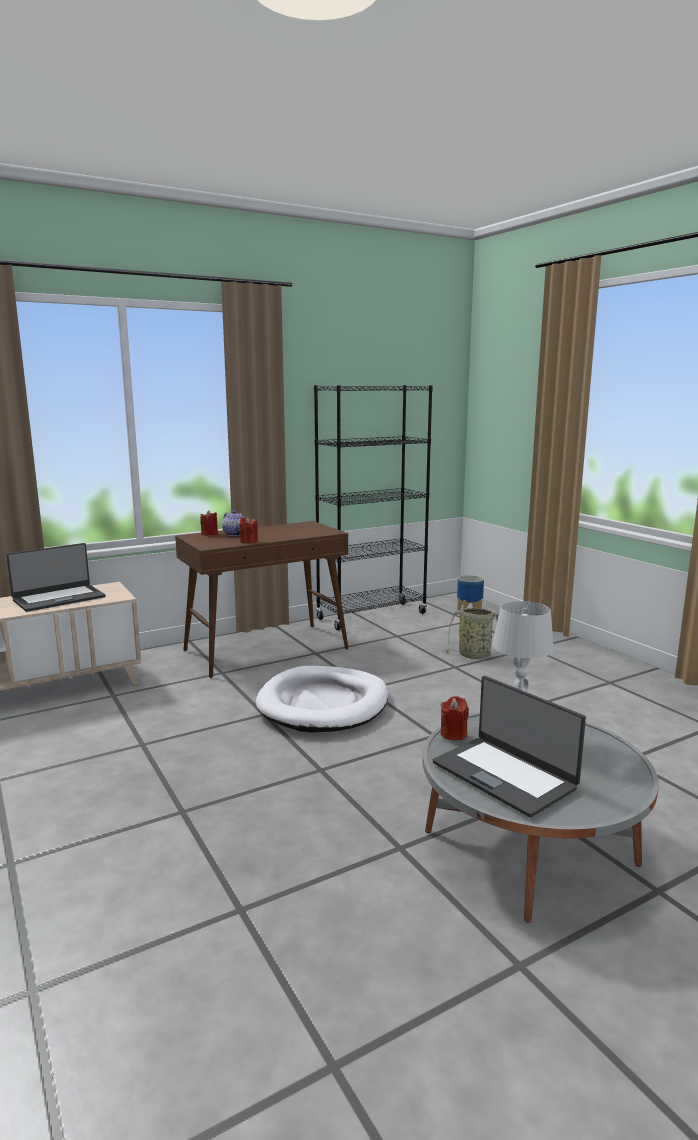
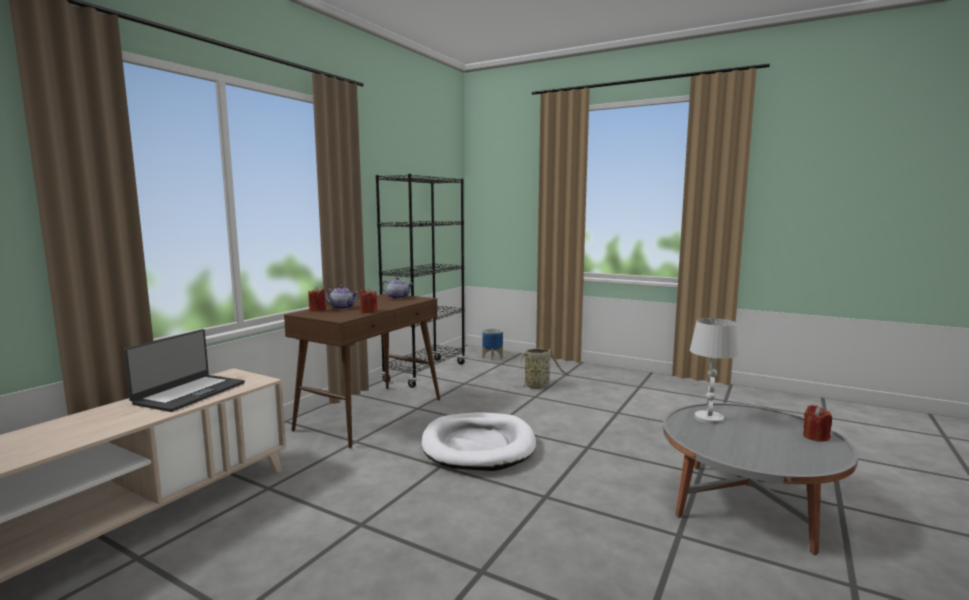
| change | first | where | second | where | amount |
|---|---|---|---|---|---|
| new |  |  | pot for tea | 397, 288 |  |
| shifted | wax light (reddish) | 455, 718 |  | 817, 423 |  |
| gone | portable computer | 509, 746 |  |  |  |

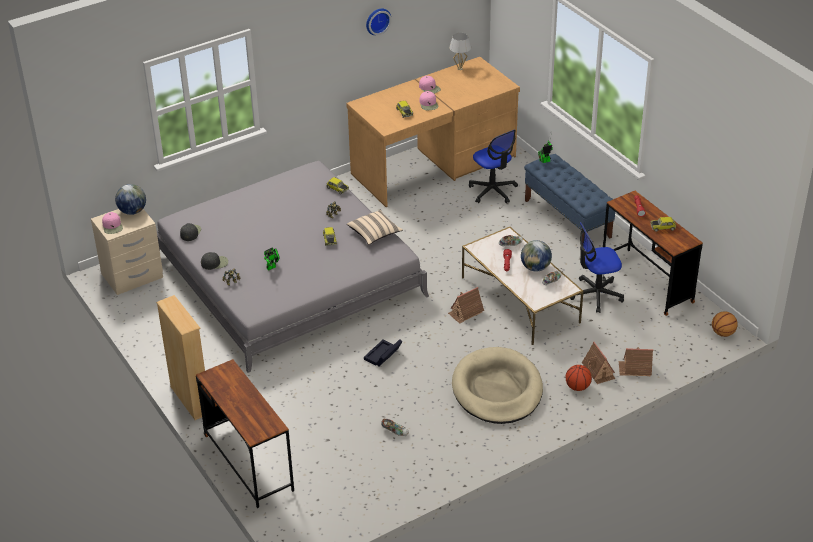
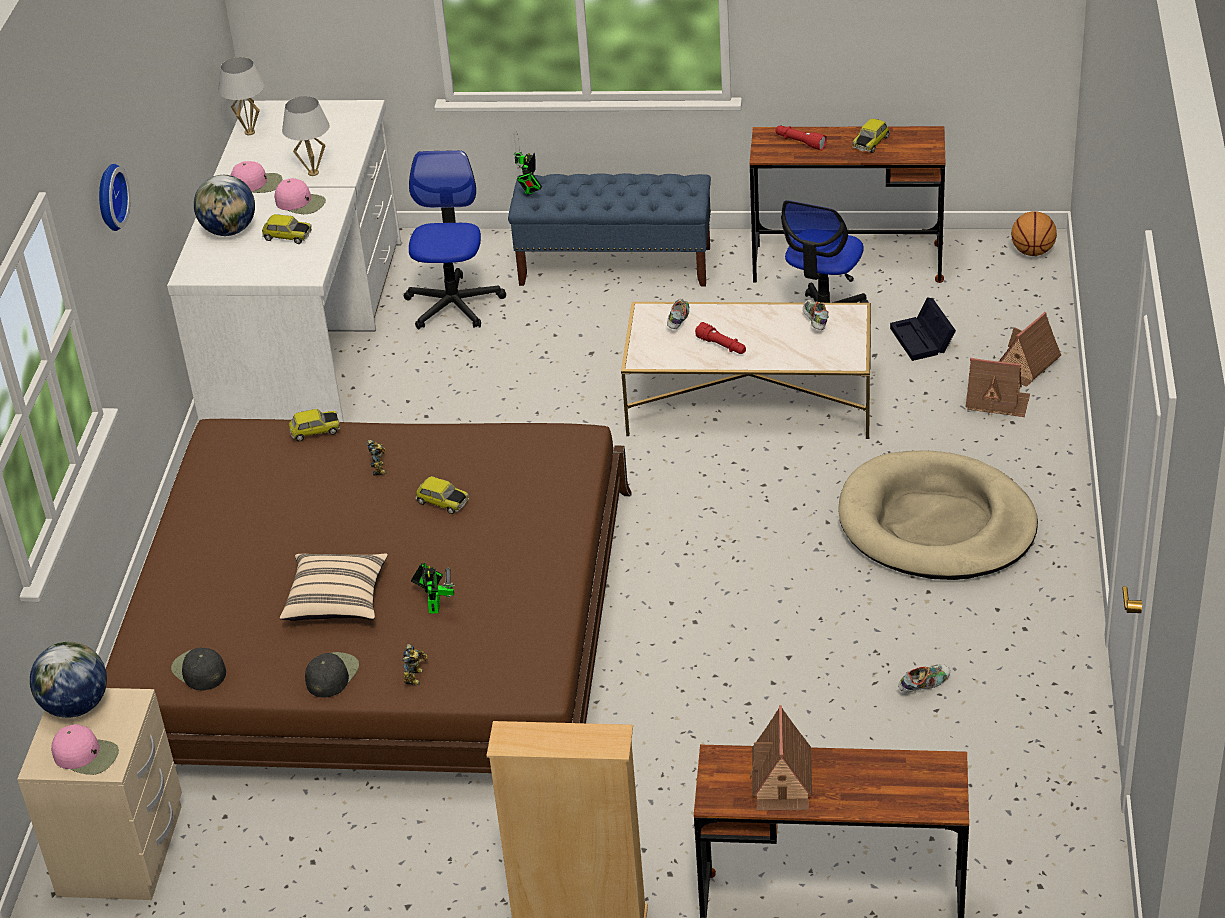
| change | first | where | second | where | amount |
|---|---|---|---|---|---|
| shifted | hanging clock | 378, 22 |  | 114, 197 |  |
| repainted | bedroom bed (gray) | 292, 267 | bedroom bed (brownish) | 369, 596 |  |
| repainted | desk table (brownish) | 433, 132 | desk table (whitish) | 284, 261 |  |
| shifted | desk globe | 536, 256 |  | 224, 205 |  |
| shifted | pillow (beige) | 375, 227 |  | 334, 587 |  |
| new |  |  | tabletop lamp (whitish) | 305, 136 |  |
| rotated | office chair | 493, 166 |  | 455, 240 | 90 degrees counterclockwise |
| shifted | model house | 466, 305 |  | 781, 758 |  |
| shifted | storage box (blackish) | 383, 353 |  | 923, 329 |  |
| gone | ball for basketball | 579, 378 |  |  |  |

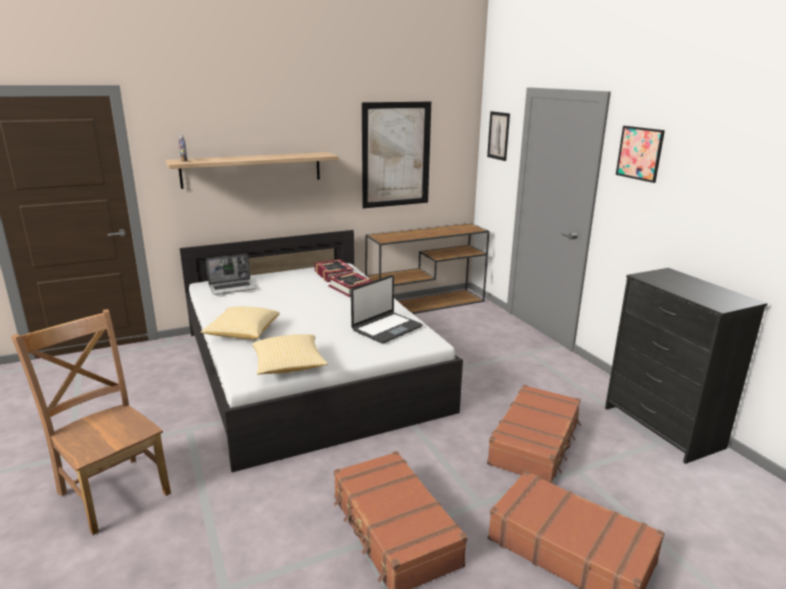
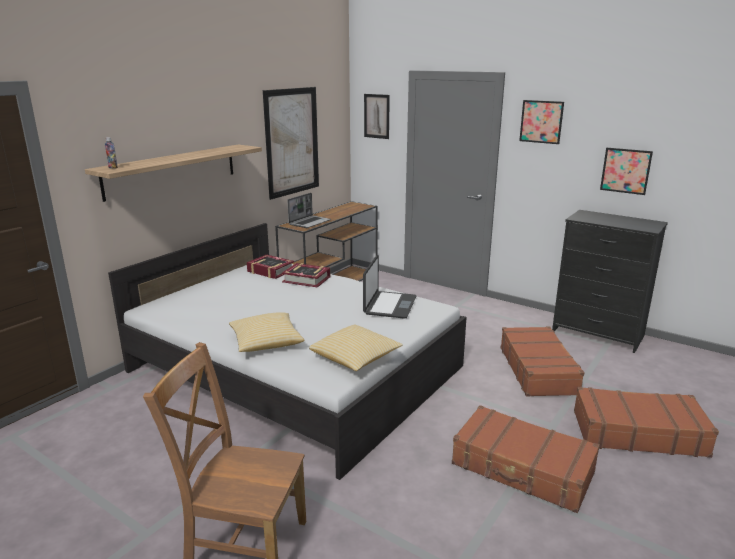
| change | first | where | second | where | amount |
|---|---|---|---|---|---|
| shifted | portable computer | 231, 274 |  | 309, 210 |  |
| new |  |  | wall art | 626, 171 |  |

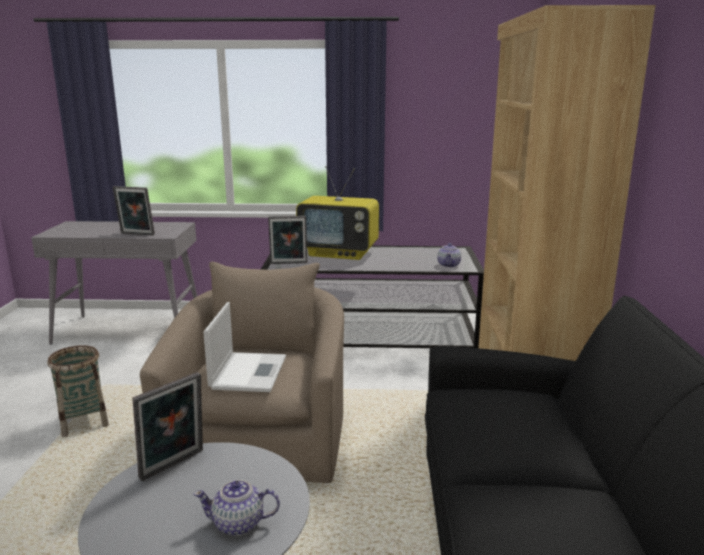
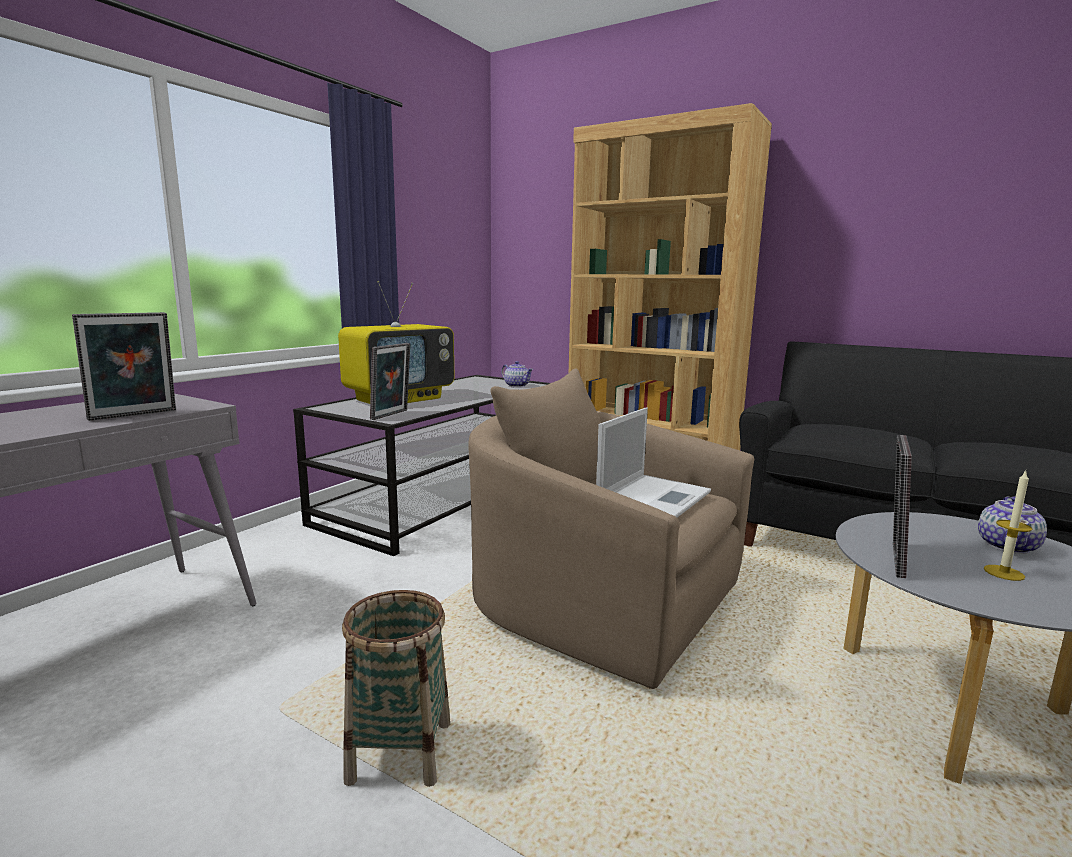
| change | first | where | second | where | amount |
|---|---|---|---|---|---|
| rotated | portable computer | 244, 347 |  | 653, 462 | 90 degrees clockwise |
| rotated | standing frame | 167, 426 |  | 902, 506 | 135 degrees counterclockwise |
| new |  |  | wax light | 1008, 526 |  |

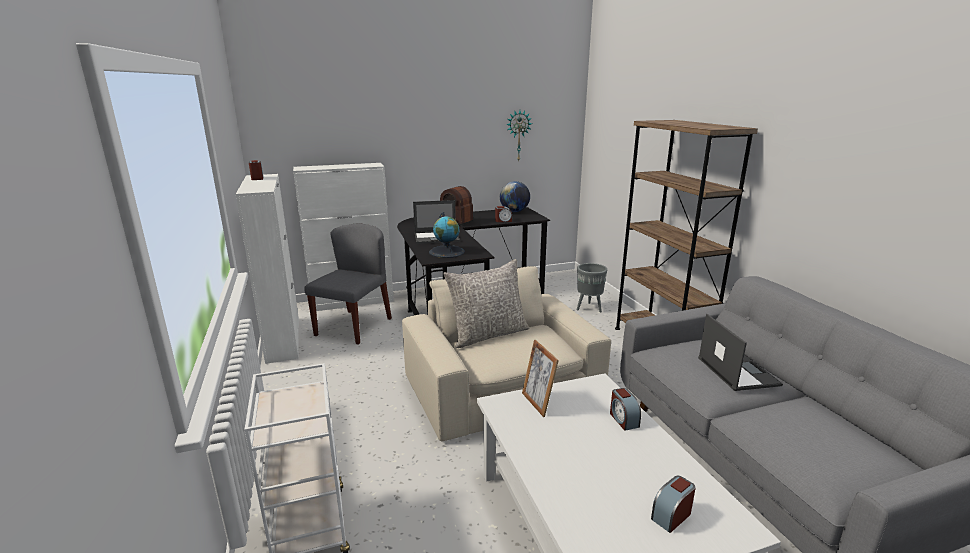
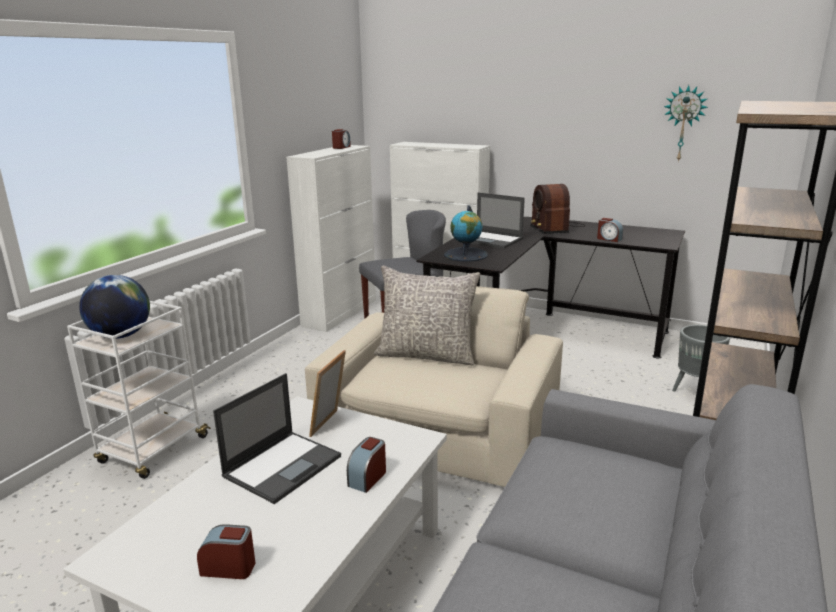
| change | first | where | second | where | amount |
|---|---|---|---|---|---|
| shifted | desk globe | 515, 196 |  | 114, 307 |  |
| shifted | portable computer | 740, 352 |  | 277, 438 |  |

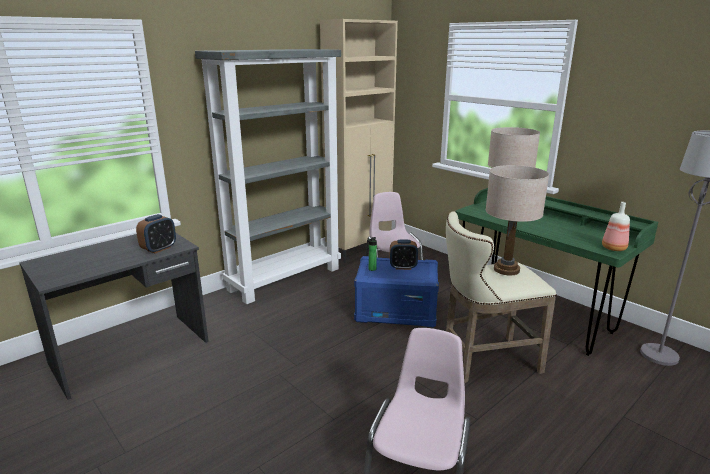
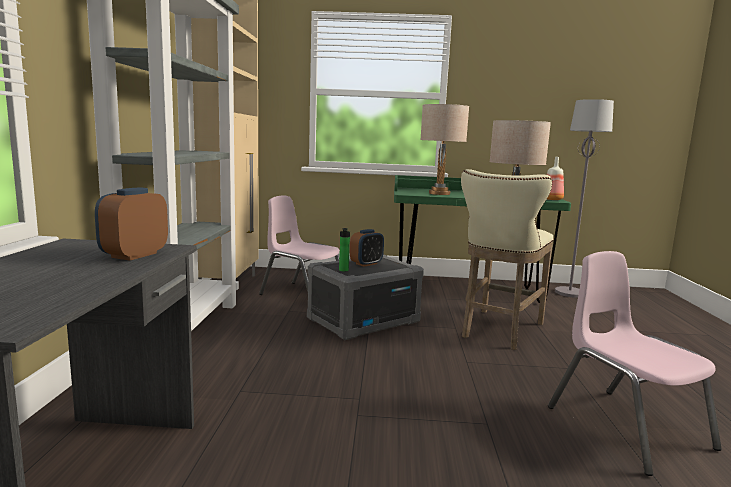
| change | first | where | second | where | amount |
|---|---|---|---|---|---|
| rotated | alarm clock | 156, 234 |  | 131, 224 | 150 degrees counterclockwise |
| repainted | storage box (bluish) | 396, 292 | storage box (gray) | 365, 297 |  |

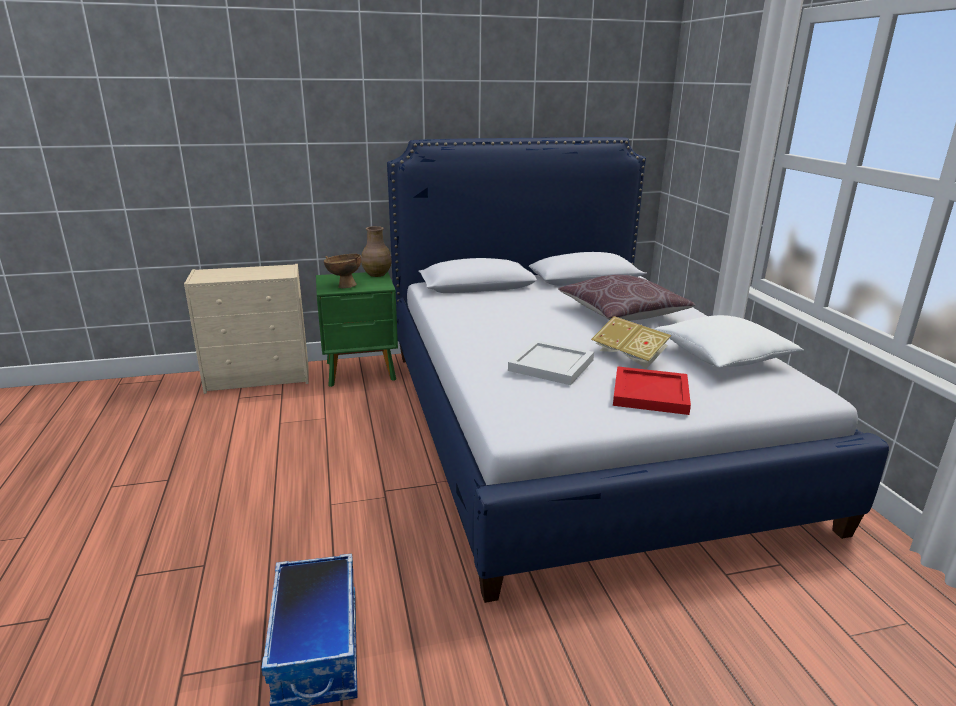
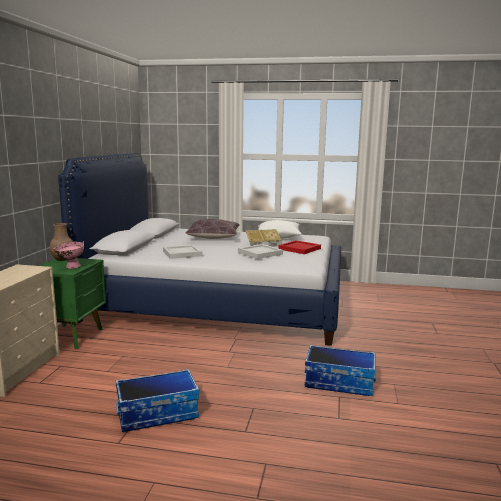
| change | first | where | second | where | amount |
|---|---|---|---|---|---|
| repainted | deep dish (brownish) | 342, 271 | deep dish (pinkish) | 69, 255 |  |
| new |  |  | storage box | 157, 400 |  |
| new |  |  | tray (whitish) | 182, 252 |  |

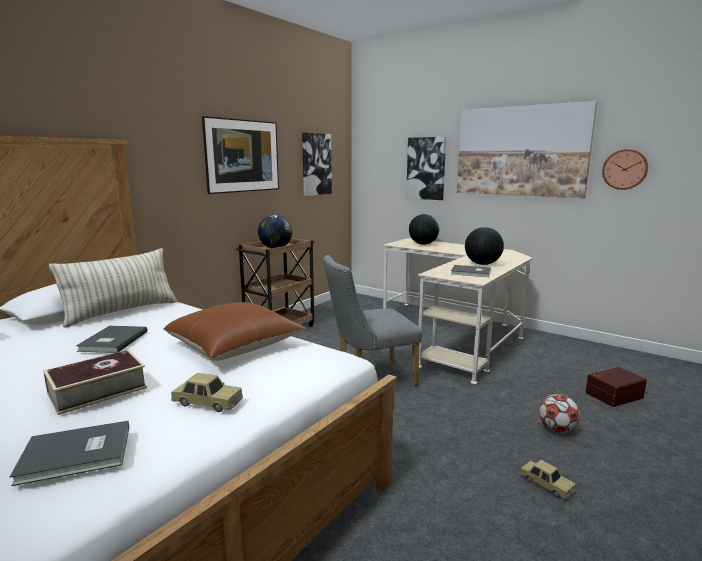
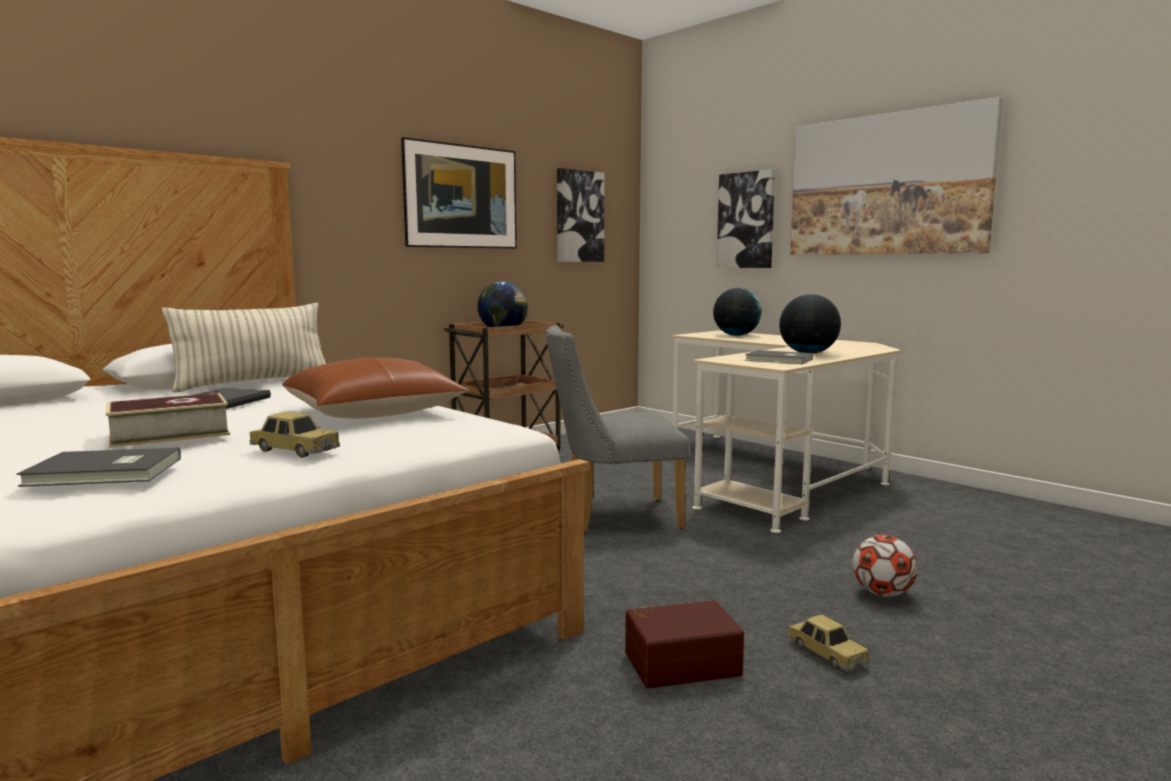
| change | first | where | second | where | amount |
|---|---|---|---|---|---|
| shifted | storage box (brownish) | 616, 387 |  | 684, 644 |  |
| gone | hanging clock | 625, 169 |  |  |  |

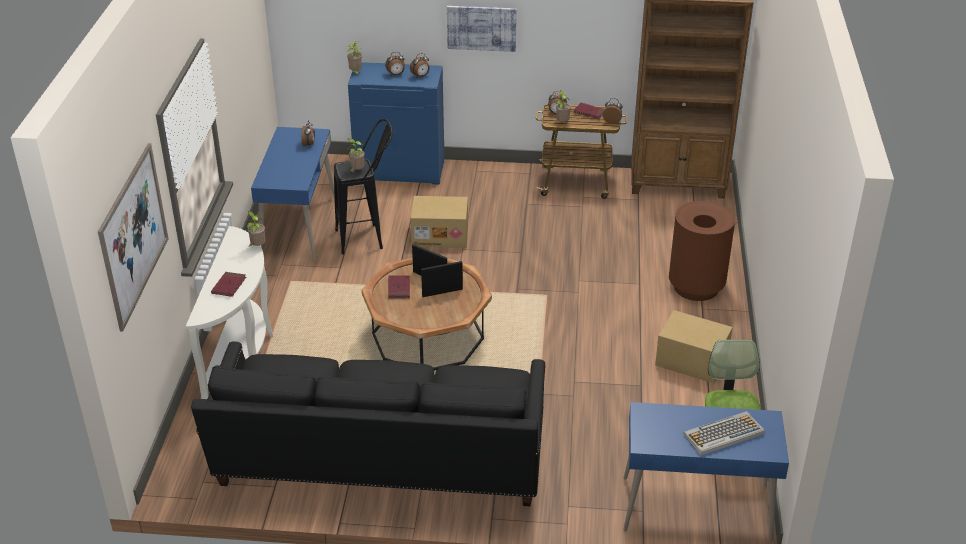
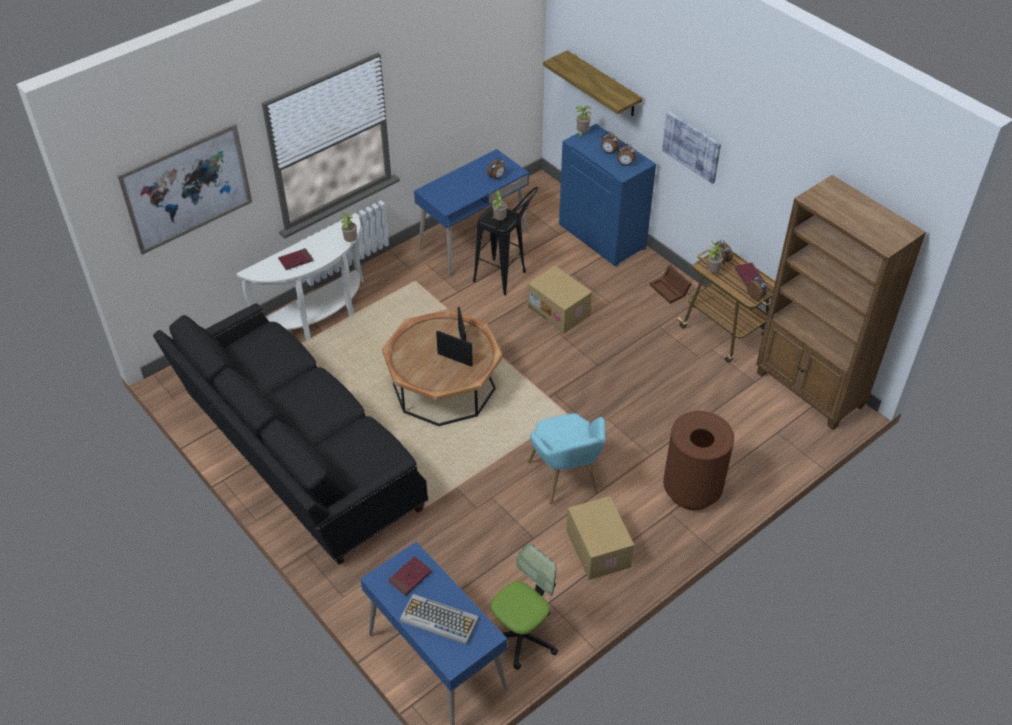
| change | first | where | second | where | amount |
|---|---|---|---|---|---|
| shifted | volume (reddish) | 399, 287 |  | 410, 576 |  |
| new |  |  | lounge chair (blue-green) | 566, 459 |  |
| new |  |  | shelf | 592, 83 |  |
| new |  |  | storage box (brownish) | 670, 284 |  |

